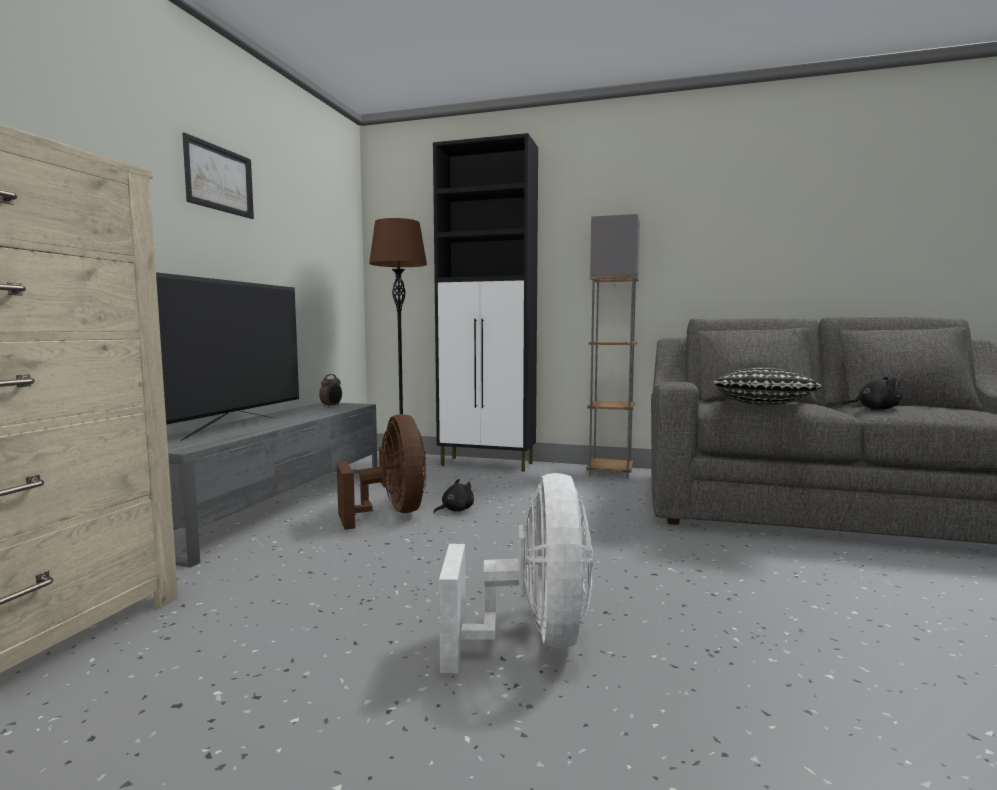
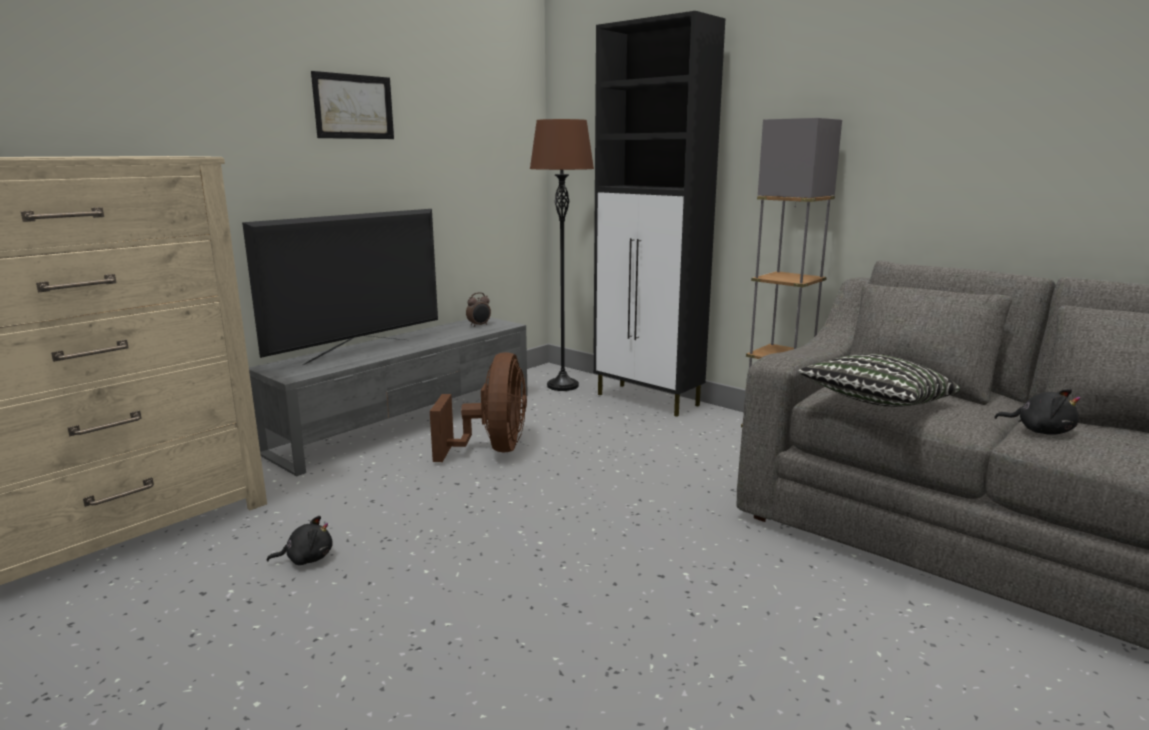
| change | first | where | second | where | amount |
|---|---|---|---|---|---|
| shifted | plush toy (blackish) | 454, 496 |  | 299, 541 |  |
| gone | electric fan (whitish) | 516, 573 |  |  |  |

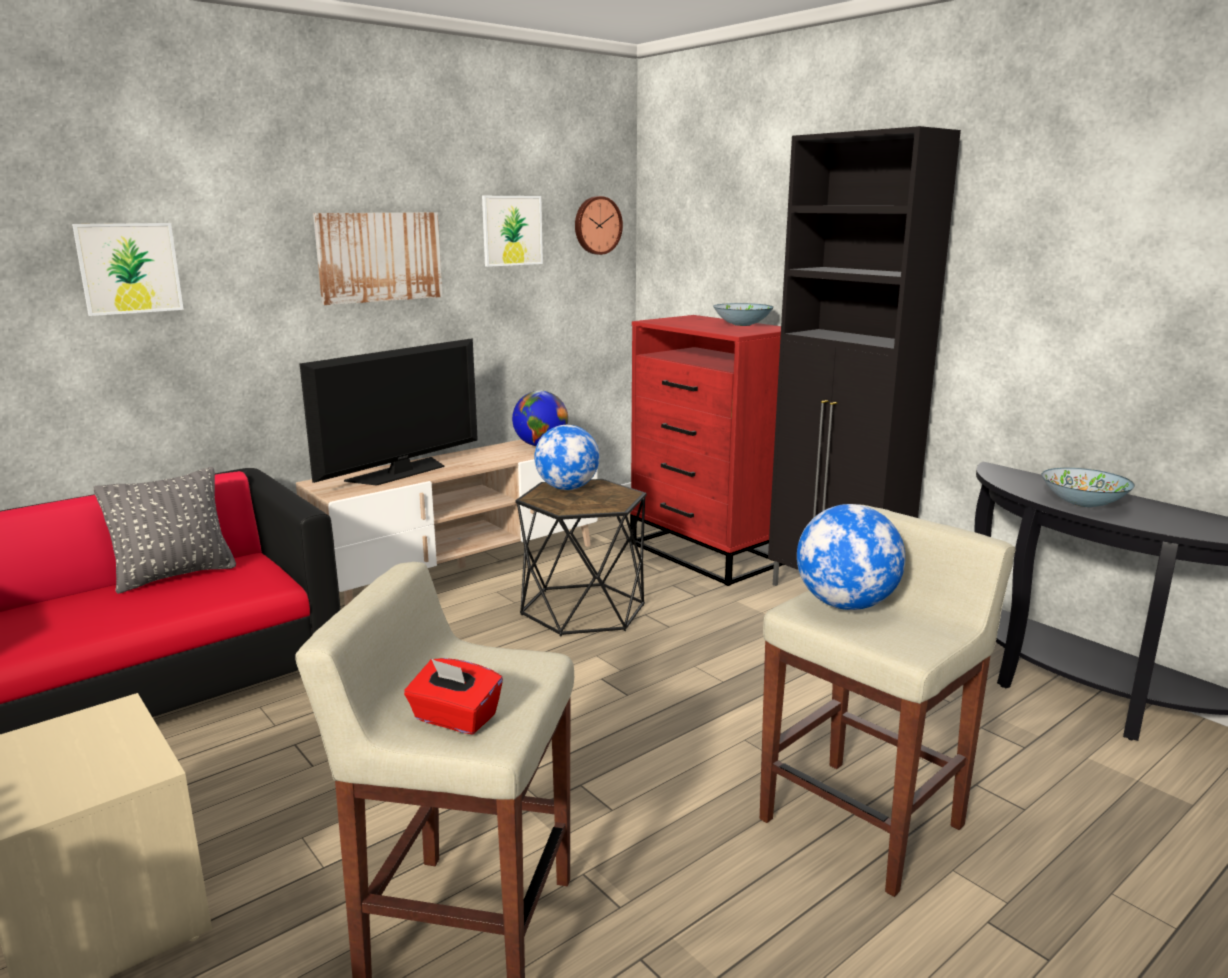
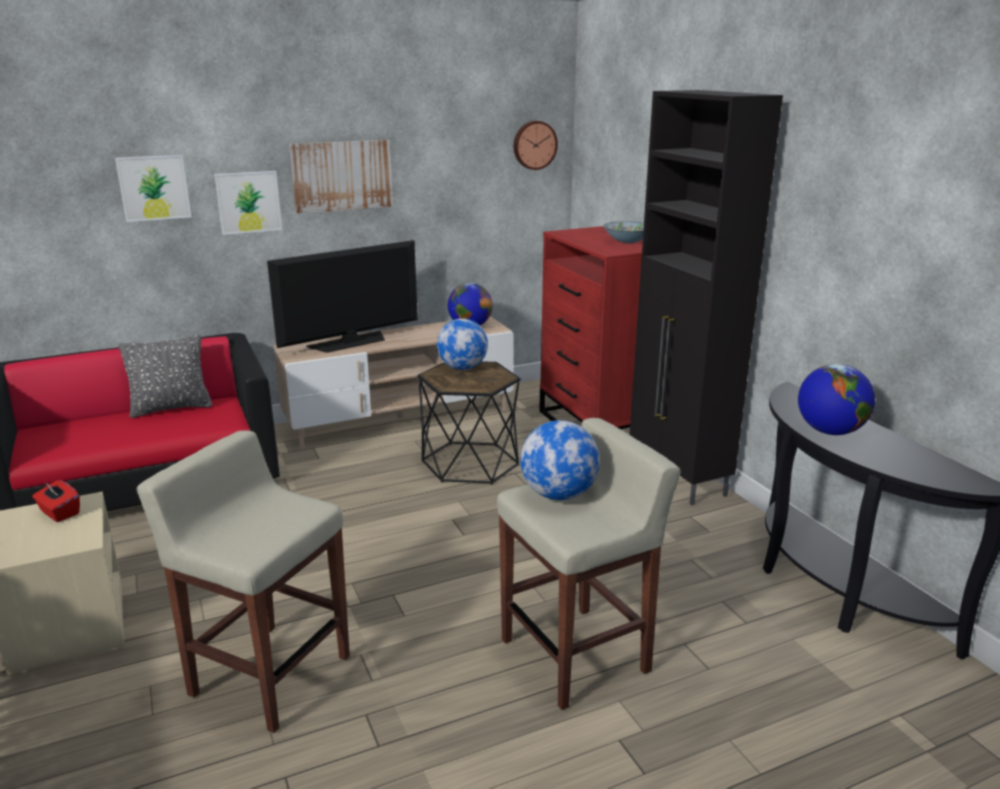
| change | first | where | second | where | amount |
|---|---|---|---|---|---|
| shifted | box of tissues (reddish) | 453, 696 |  | 56, 501 |  |
| shifted | wall art | 512, 231 |  | 248, 203 |  |
| swapped | deep dish | 1088, 487 | desk globe | 836, 399 |  |

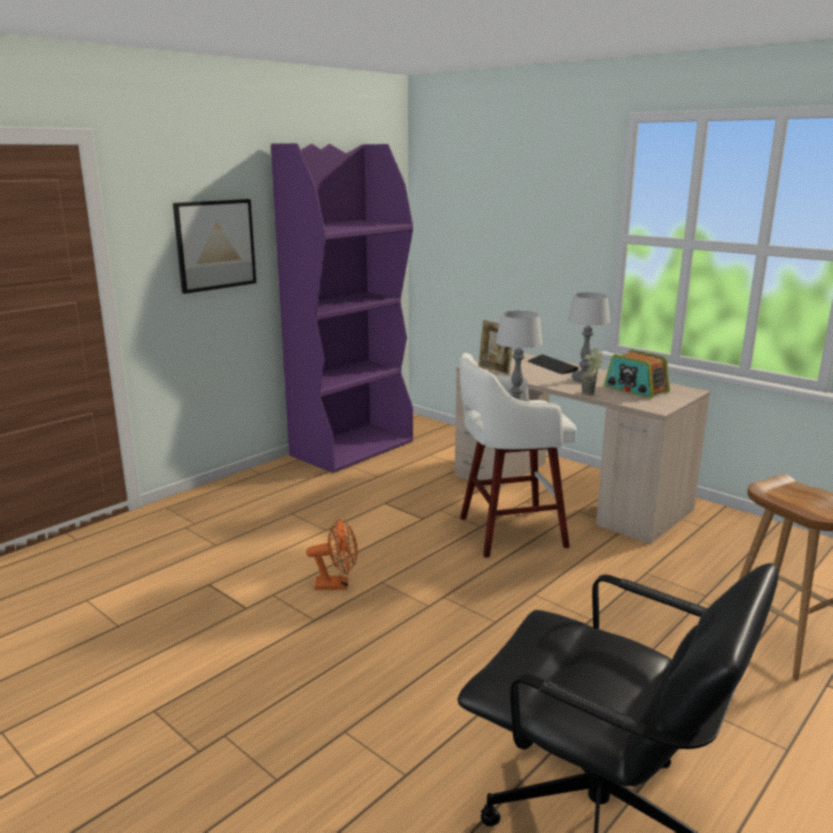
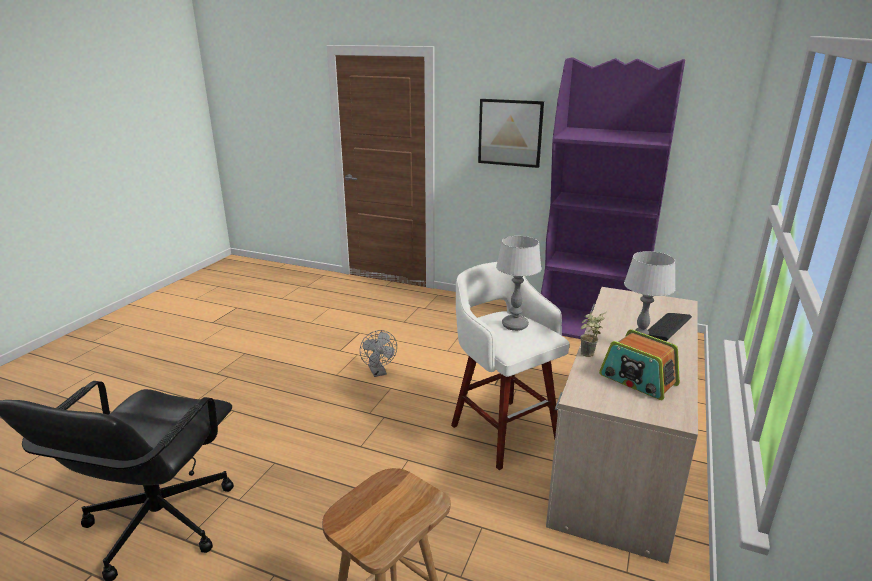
| change | first | where | second | where | amount |
|---|---|---|---|---|---|
| repainted | electric fan (orange-coloured) | 332, 554 | electric fan (gray) | 378, 353 |  |
| rotated | radio receiver | 637, 374 |  | 639, 364 | 75 degrees counterclockwise |
| gone | standing frame | 495, 347 |  |  |  |

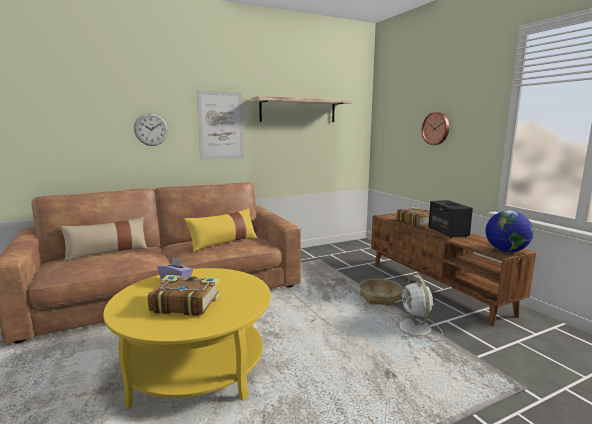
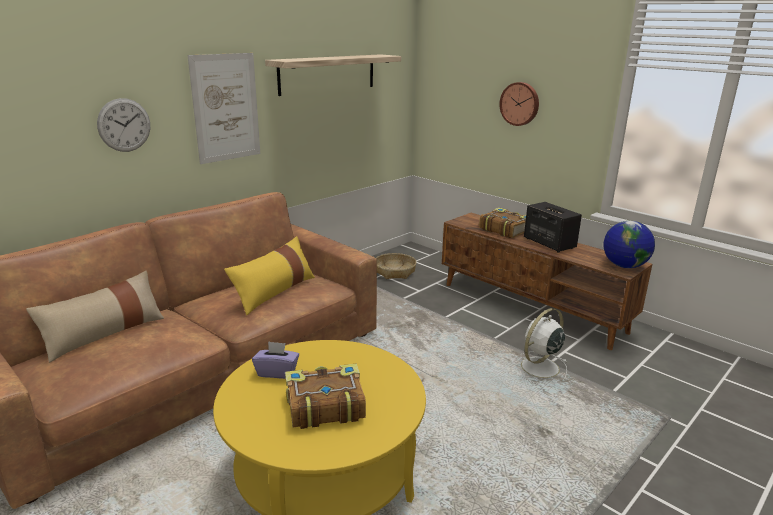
| change | first | where | second | where | amount |
|---|---|---|---|---|---|
| shifted | basket | 381, 292 |  | 396, 266 |  |
| rotated | electric fan (whitish) | 417, 307 |  | 541, 346 | 75 degrees clockwise |

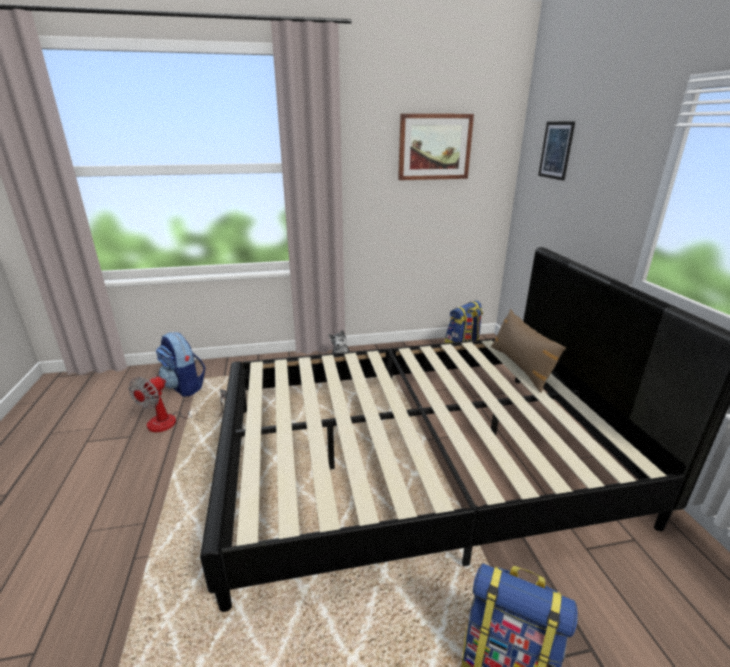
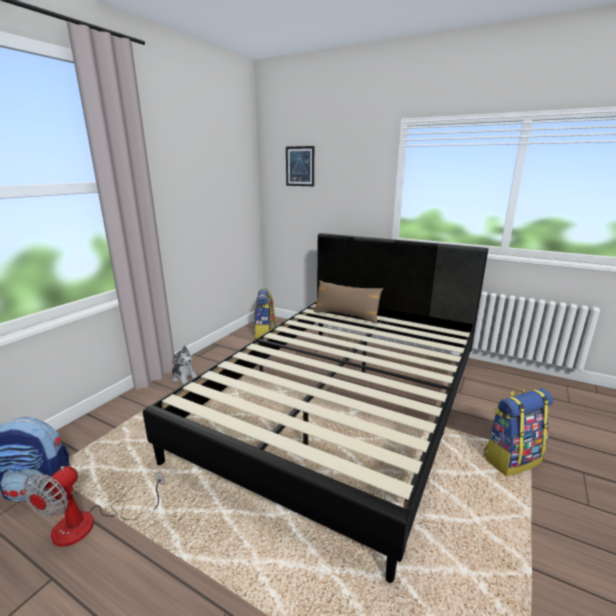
| change | first | where | second | where | amount |
|---|---|---|---|---|---|
| rotated | electric fan | 177, 403 |  | 93, 506 | 45 degrees clockwise |
| gone | wall art | 436, 147 |  |  |  |

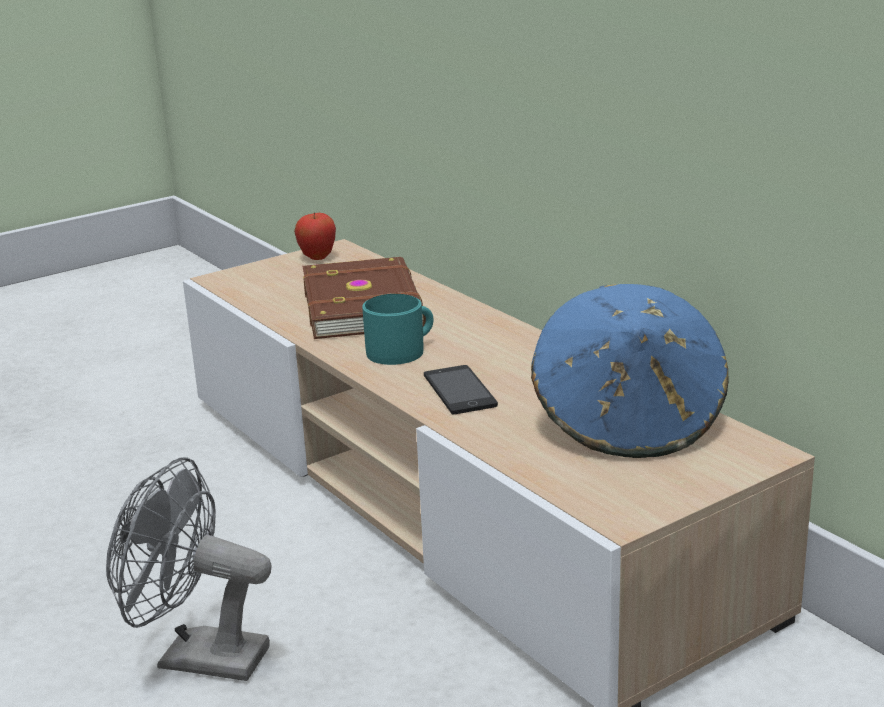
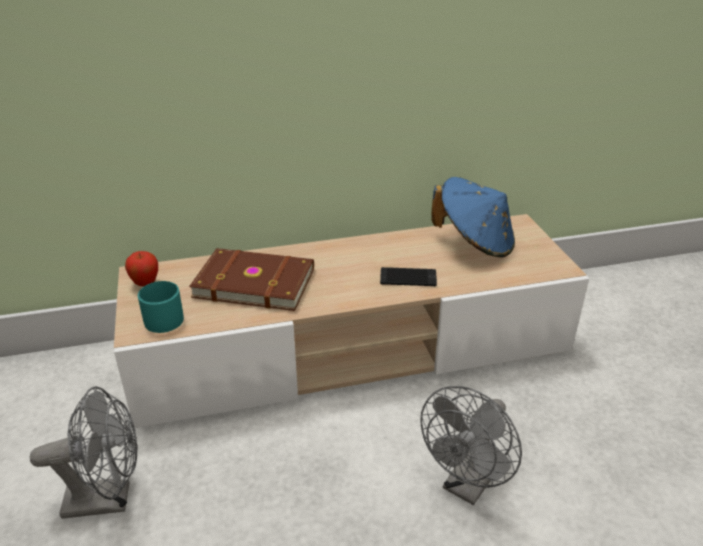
| change | first | where | second | where | amount |
|---|---|---|---|---|---|
| new |  |  | electric fan (gray) | 84, 452 |  |
| shifted | coffee mug (blue-green) | 398, 329 |  | 161, 307 |  |

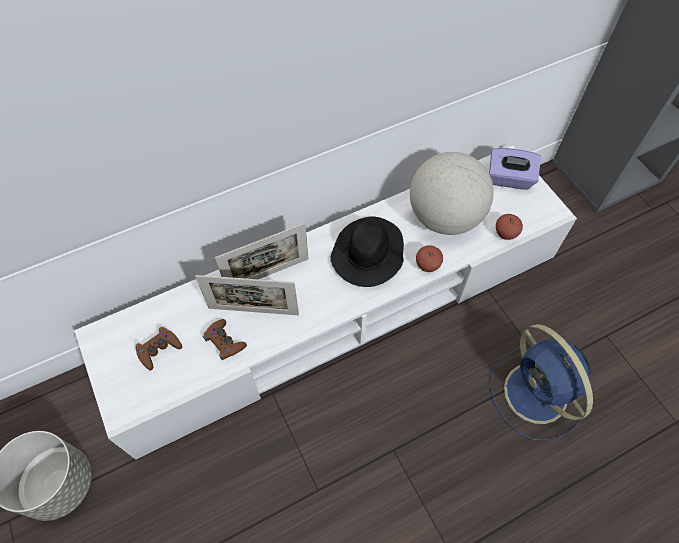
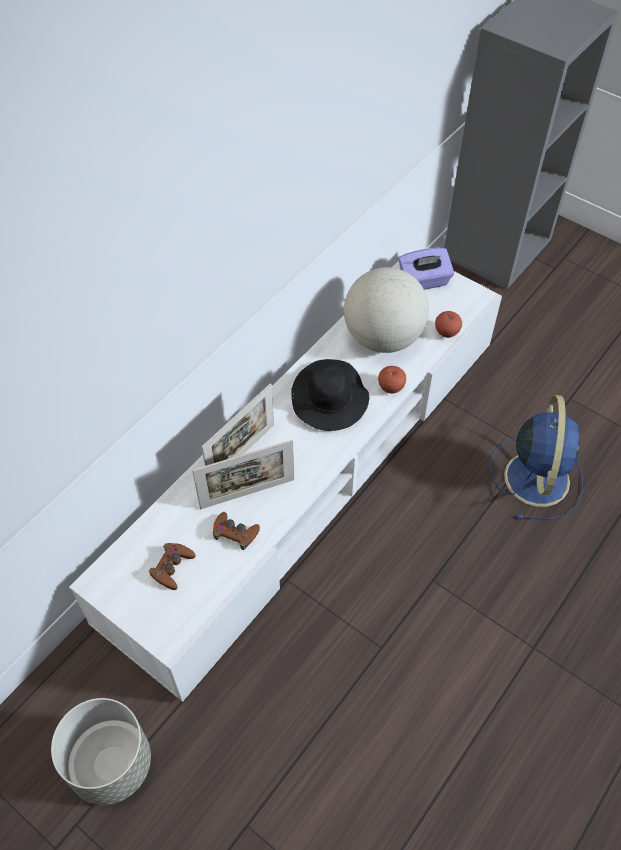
| change | first | where | second | where | amount |
|---|---|---|---|---|---|
| rotated | electric fan (bluish) | 541, 382 |  | 536, 457 | 120 degrees counterclockwise |

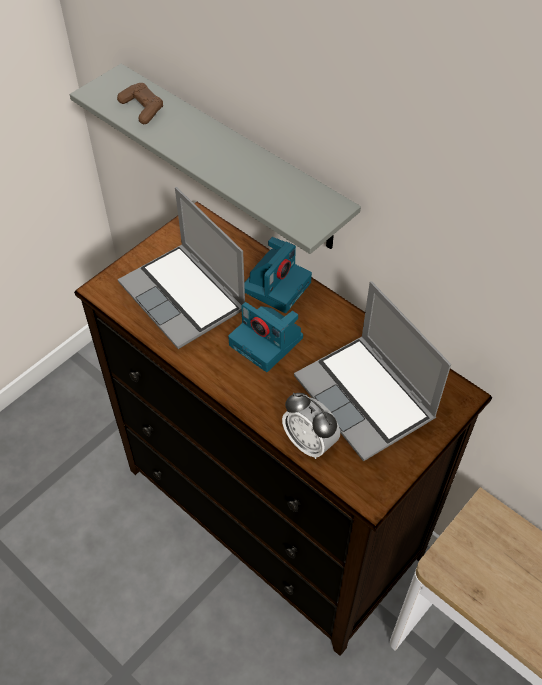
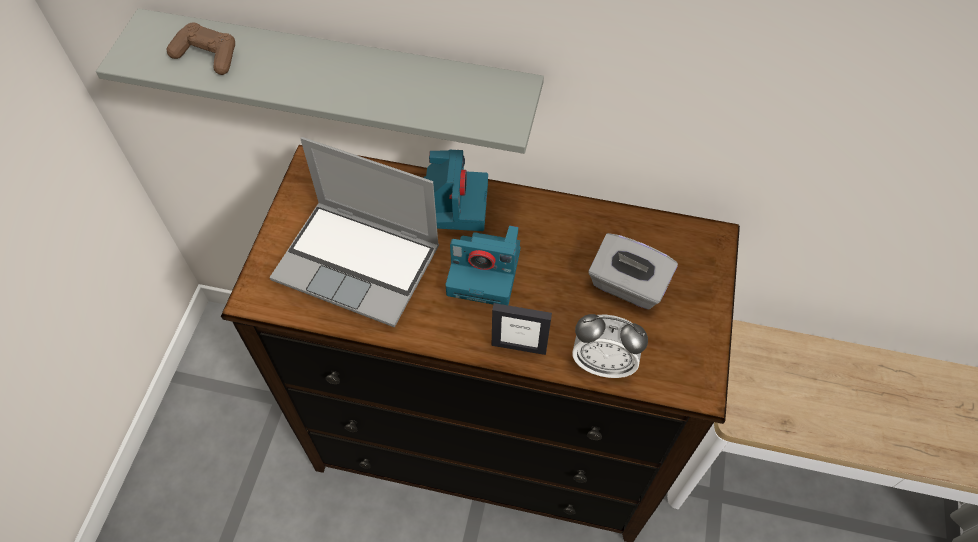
| change | first | where | second | where | amount |
|---|---|---|---|---|---|
| new |  |  | standing frame | 522, 329 |  |
| swapped | portable computer | 372, 371 | box of tissues (gray) | 633, 271 |  |

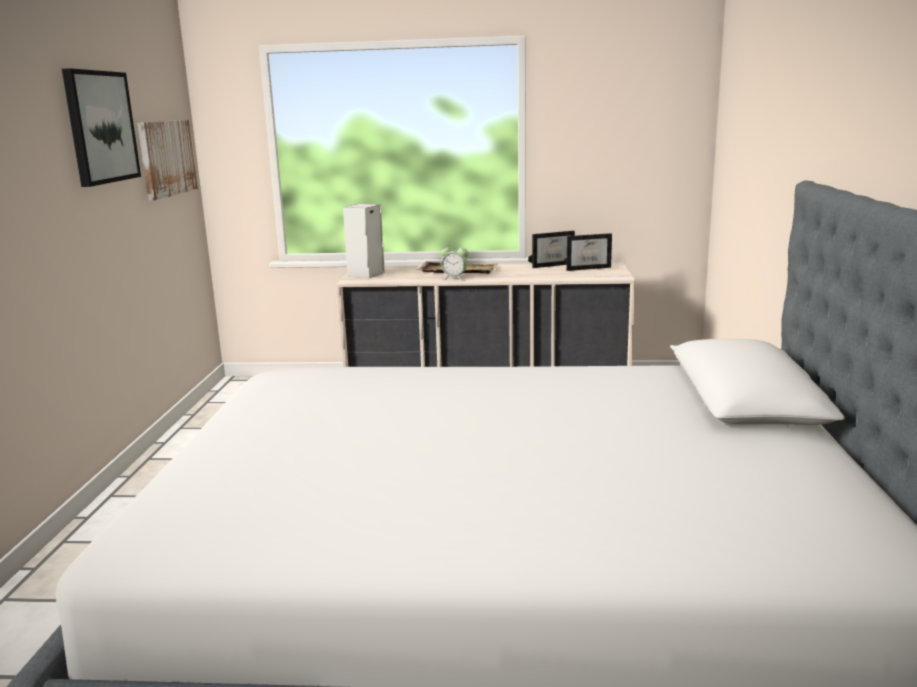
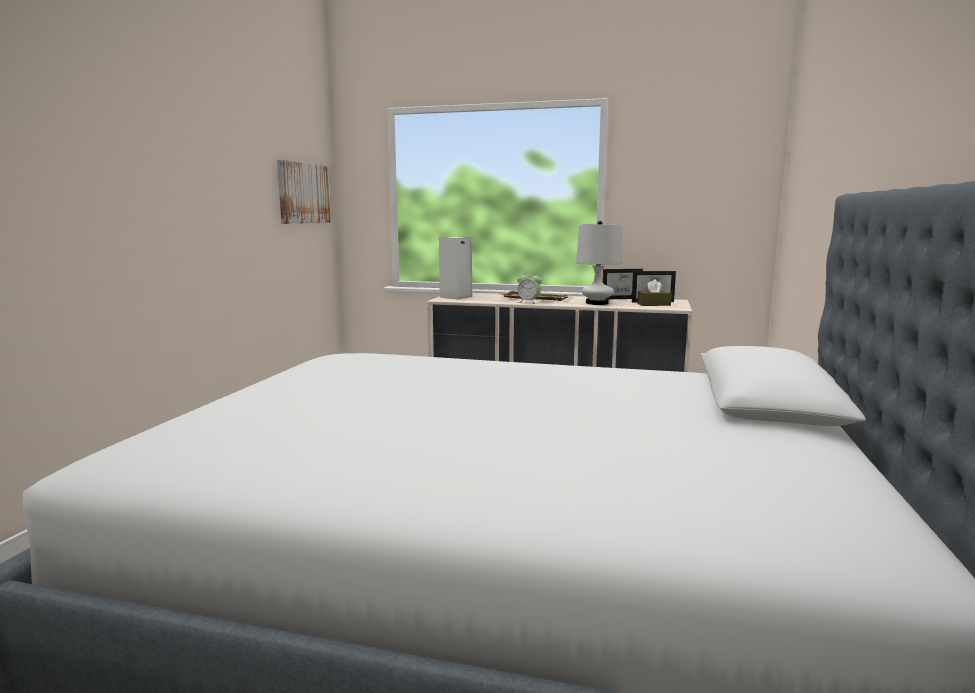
| change | first | where | second | where | amount |
|---|---|---|---|---|---|
| new |  |  | tabletop lamp (whitish) | 598, 263 |  |
| new |  |  | box of tissues (brownish) | 654, 292 |  |
| gone | wall art | 101, 127 |  |  |  |

